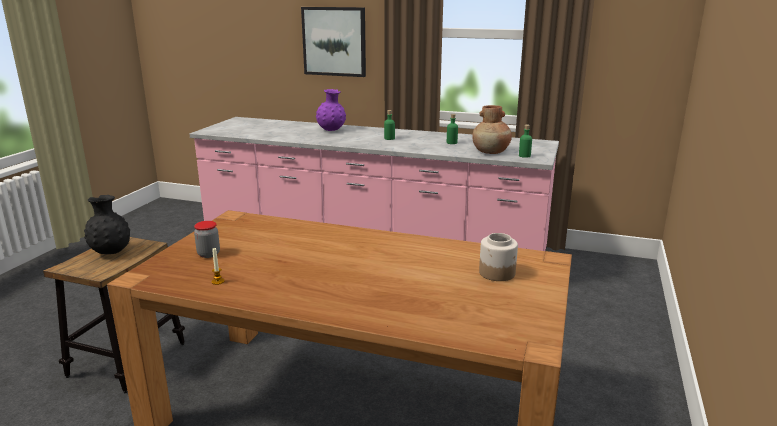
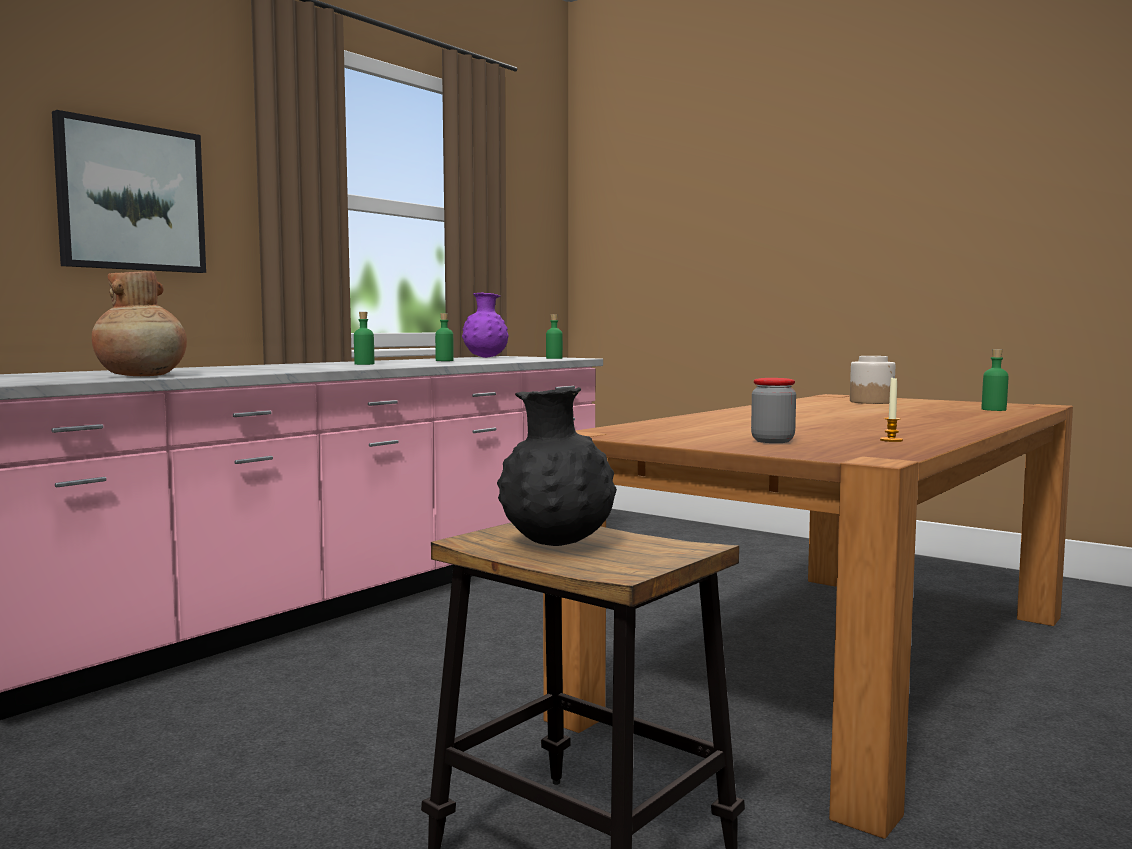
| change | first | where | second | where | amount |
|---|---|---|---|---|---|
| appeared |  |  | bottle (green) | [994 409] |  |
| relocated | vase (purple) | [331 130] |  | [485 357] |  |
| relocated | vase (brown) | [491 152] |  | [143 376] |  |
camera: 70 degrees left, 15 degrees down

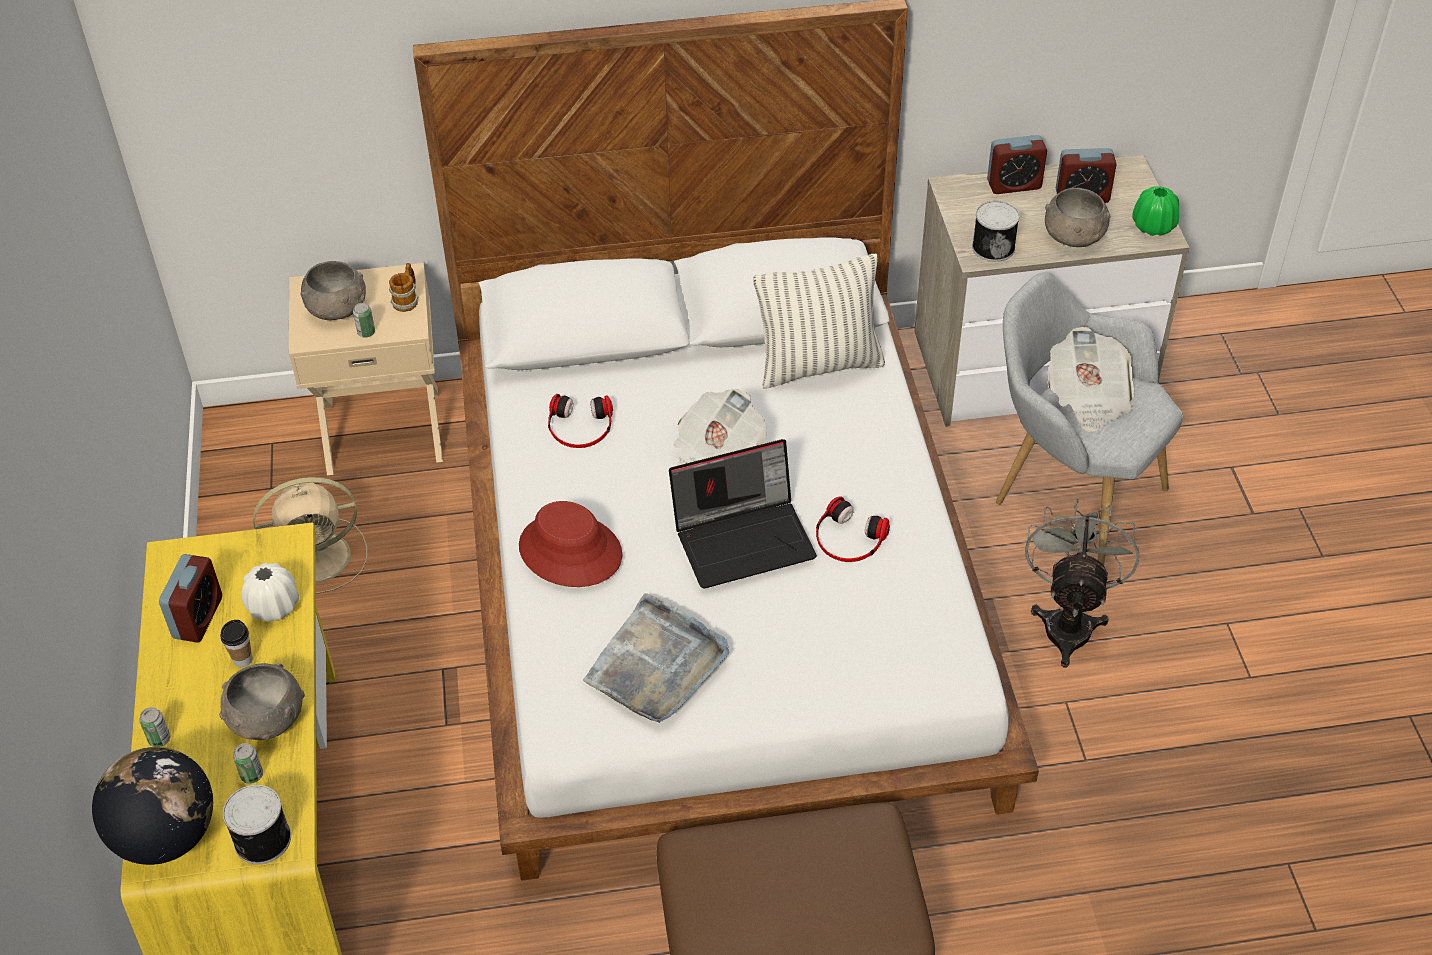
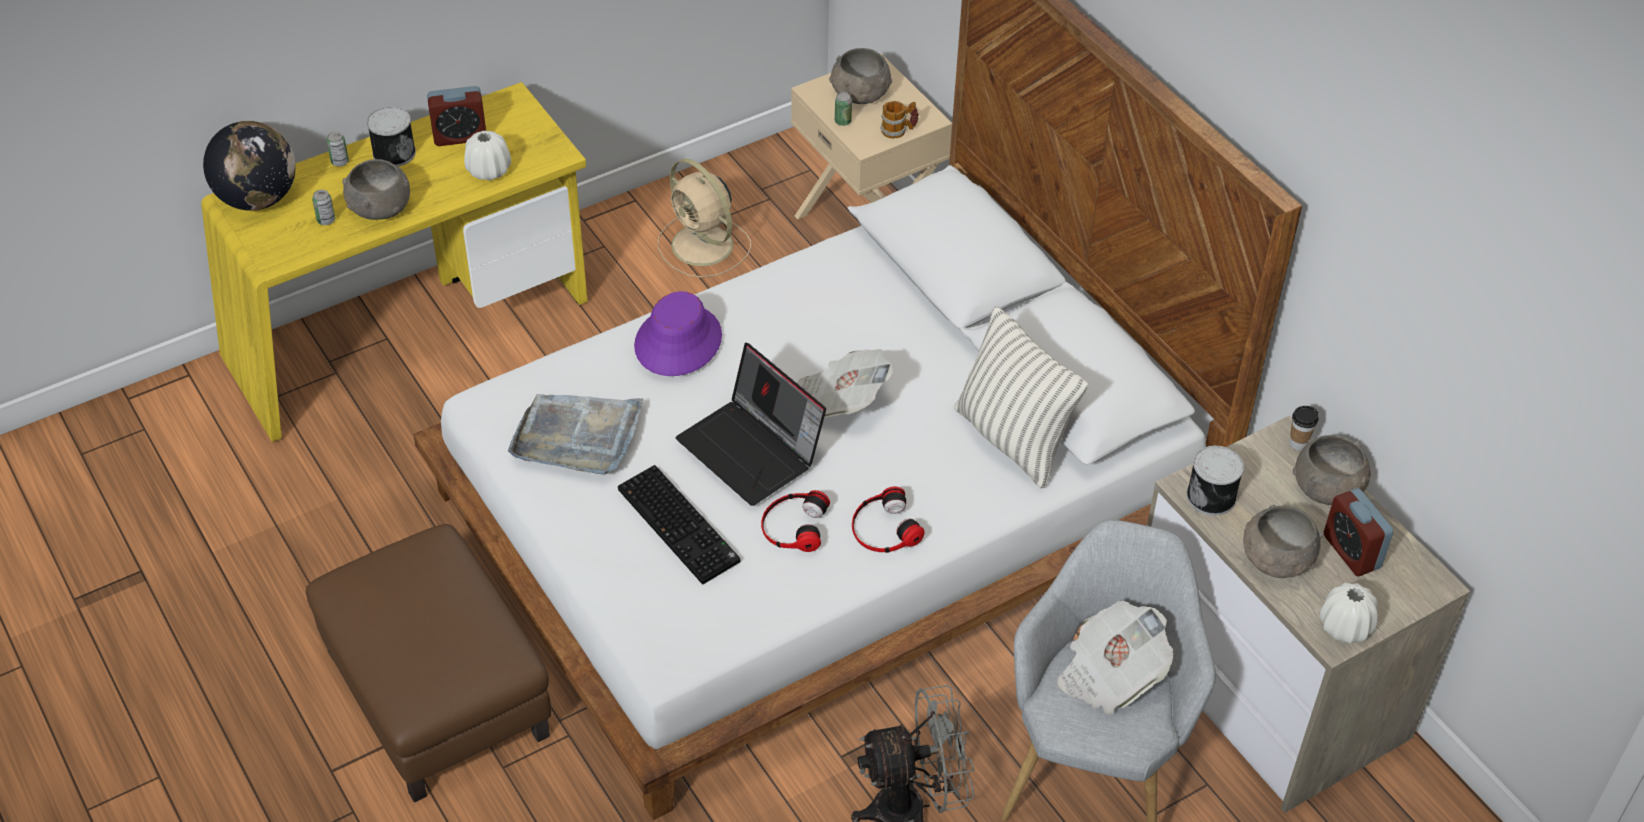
| change | first | where | second | where | amount |
|---|---|---|---|---|---|
| appeared |  |  | keyboard | [681 525] |  |
| relocated | cup | [243 659] |  | [1298 443] |  |
| relocated | can | [261 840] |  | [393 152] |  |
| relocated | headphones | [580 427] |  | [884 528] |  |
| exchanged | alarm clock | [1014 185] | bowl (grey) | [1328 488] |  |
| colour | hat (red) | [570 551] | hat (purple) | [677 341] |  |
| colour | vase (green) | [1153 226] | vase (white) | [1345 627] |  |
camera: 65 degrees right, 0 degrees up

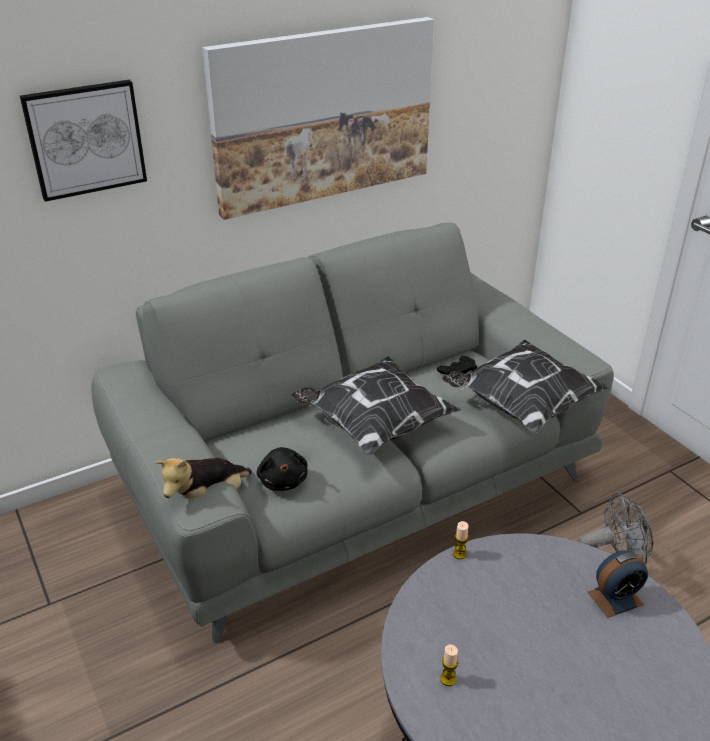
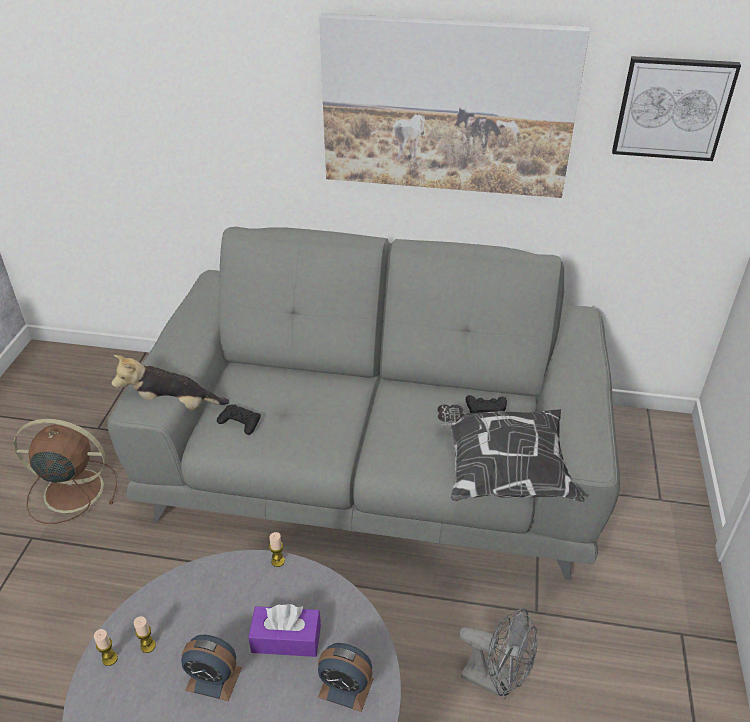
| change | first | where | second | where | amount |
|---|---|---|---|---|---|
| missing | pillow | [374 425] |  |  |  |
| appeared |  |  | fan (brown) | [71 490] |  |
| appeared |  |  | candle | [110 659] |  |
| appeared |  |  | alarm clock | [213 678] |  |
| appeared |  |  | tissue box (purple) | [286 639] |  |
| relocated | picture | [85 139] |  | [672 108] |  |
| exchanged | plush toy (black) | [283 480] | game controller (black) | [240 422] |  |
camera: 40 degrees right, 5 degrees up

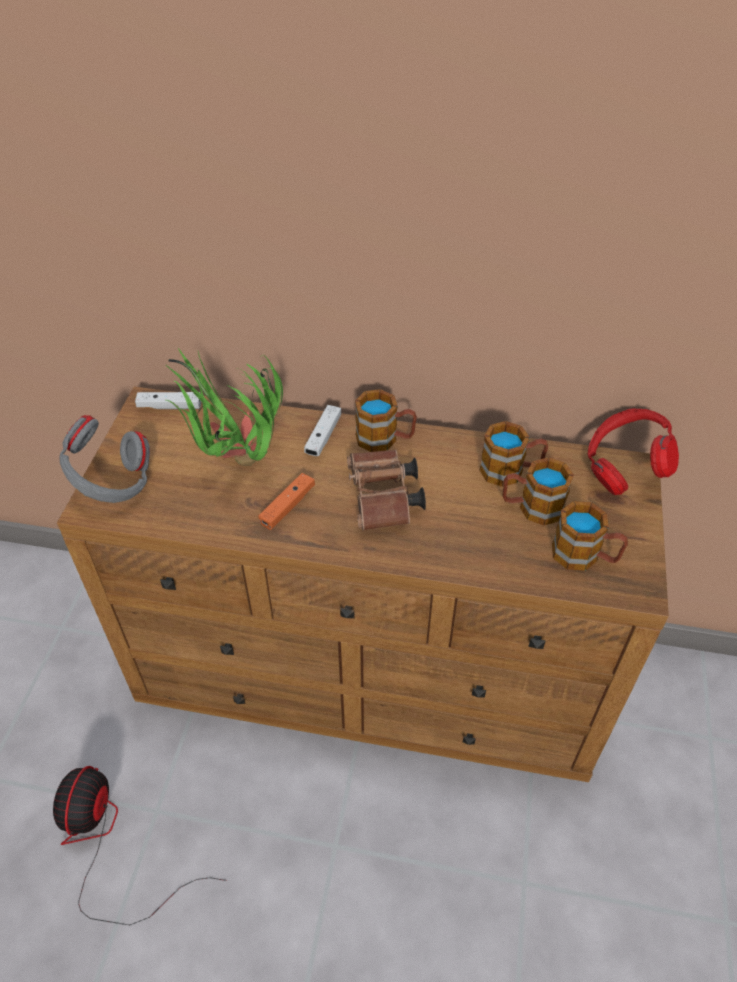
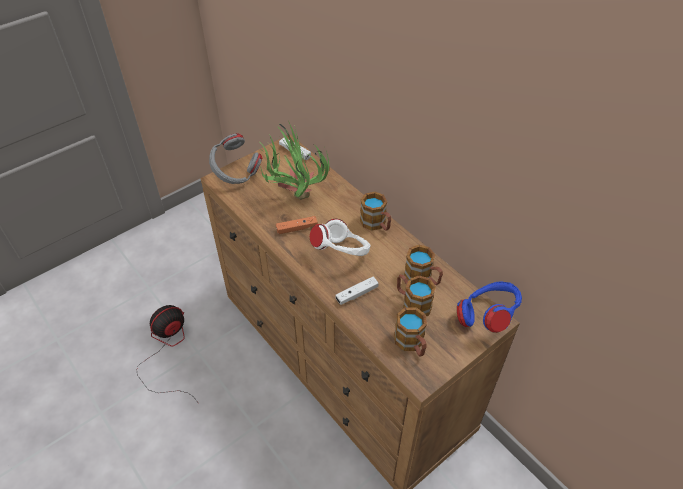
| change | first | where | second | where | amount |
|---|---|---|---|---|---|
| relocated | game controller (white) | [323 436] |  | [357 294] |  |
| exchanged | binoculars (brown) | [383 501] | headphones (white) | [342 253] |  |
| colour | headphones (red) | [623 470] | headphones (blue) | [486 317] |  |
camera: 40 degrees right, 0 degrees up

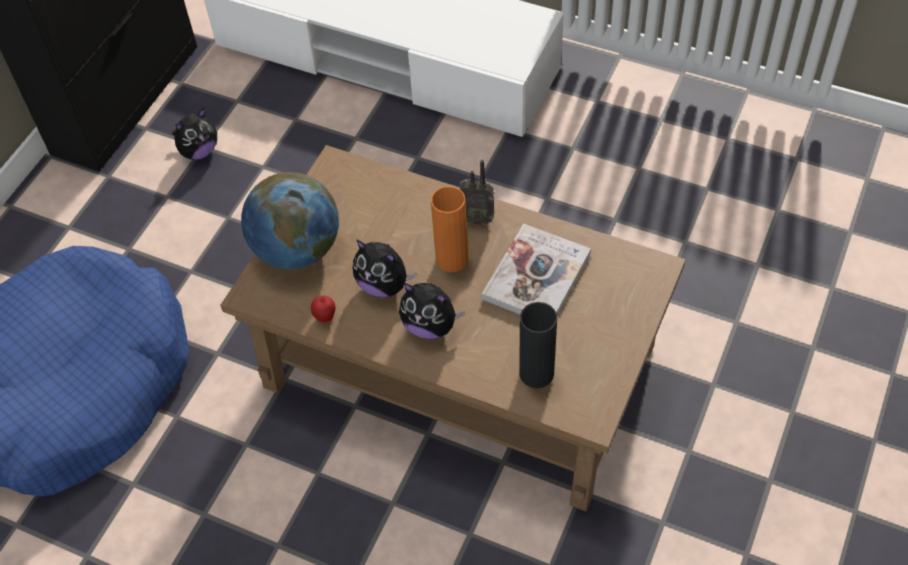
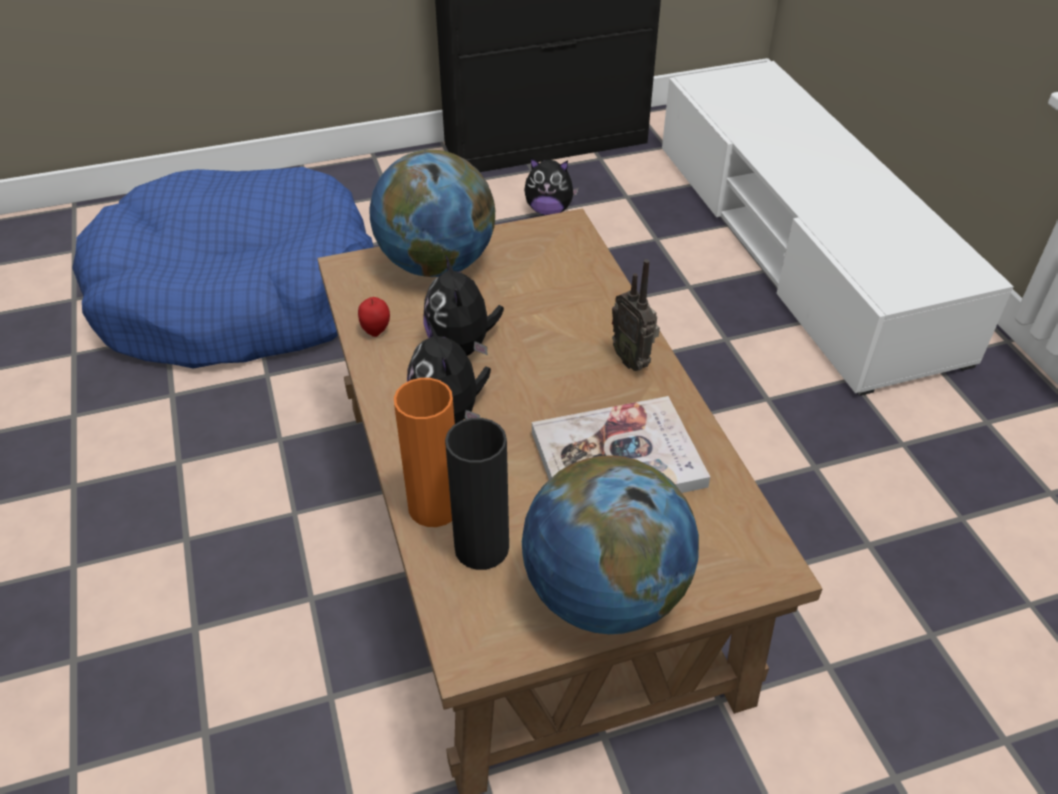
| change | first | where | second | where | amount |
|---|---|---|---|---|---|
| appeared |  |  | globe | [604 594] |  |
| relocated | vase (orange) | [452 259] |  | [434 506] |  |
camera: 45 degrees right, 10 degrees down

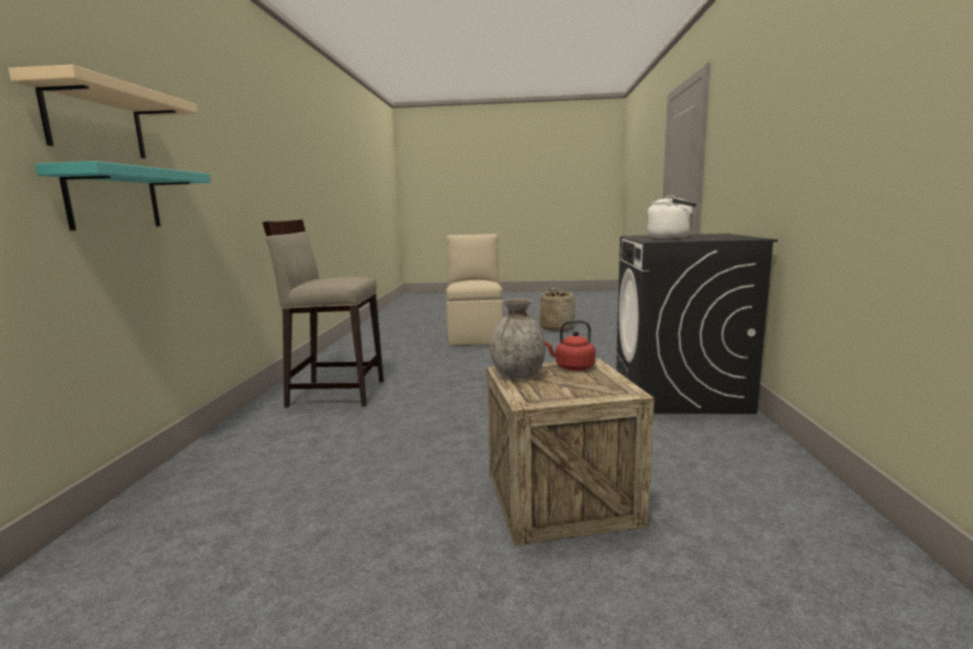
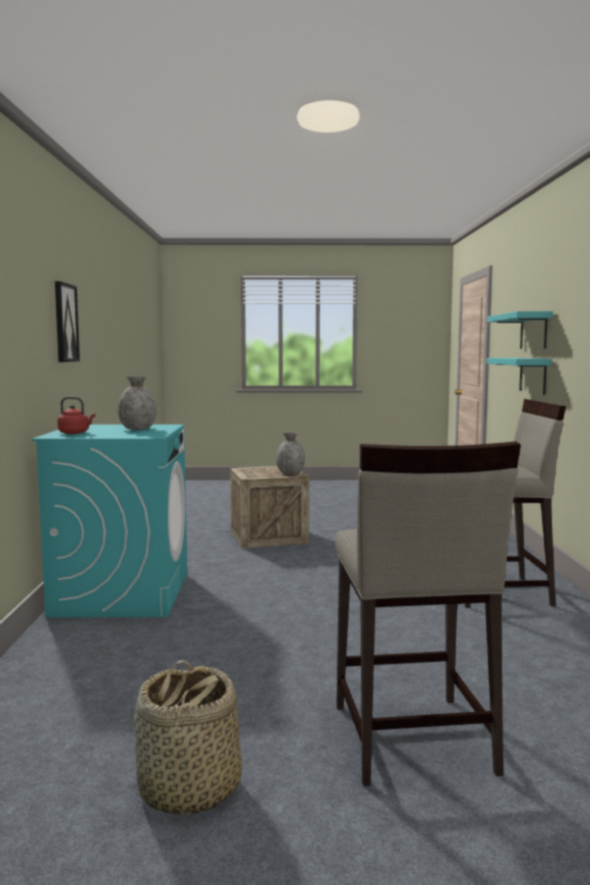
| change | first | where | second | where | amount |
|---|---|---|---|---|---|
| appeared |  |  | picture | [65 323] |  |
| relocated | kettle (red) | [572 367] |  | [75 433] |  |
| exchanged | chair (beige) | [475 336] | stool (beige) | [411 739] |  |
| exchanged | kettle (white) | [672 238] | vase (grey) | [137 429] |  |
| colour | shelf (beige) | [95 121] | shelf (turquoise) | [533 331] |  |
| colour | washing machine (black) | [679 392] | washing machine (turquoise) | [122 594] |  |
camera: 175 degrees right, 5 degrees down

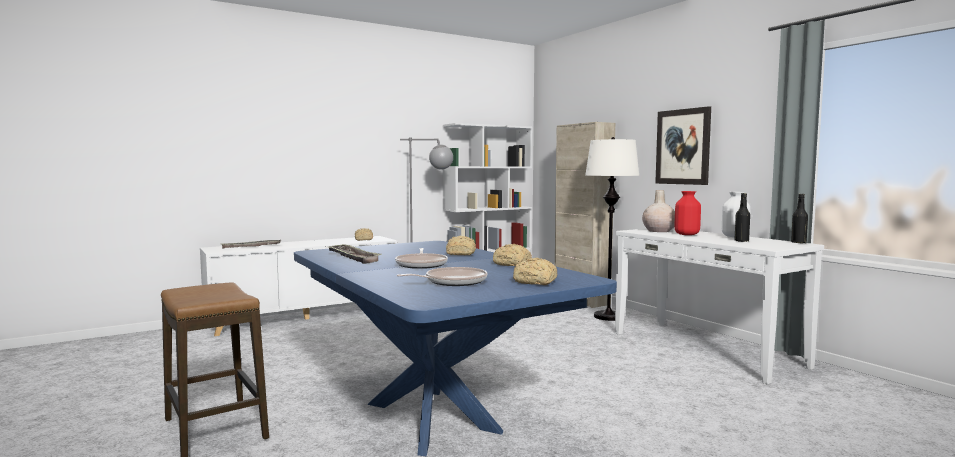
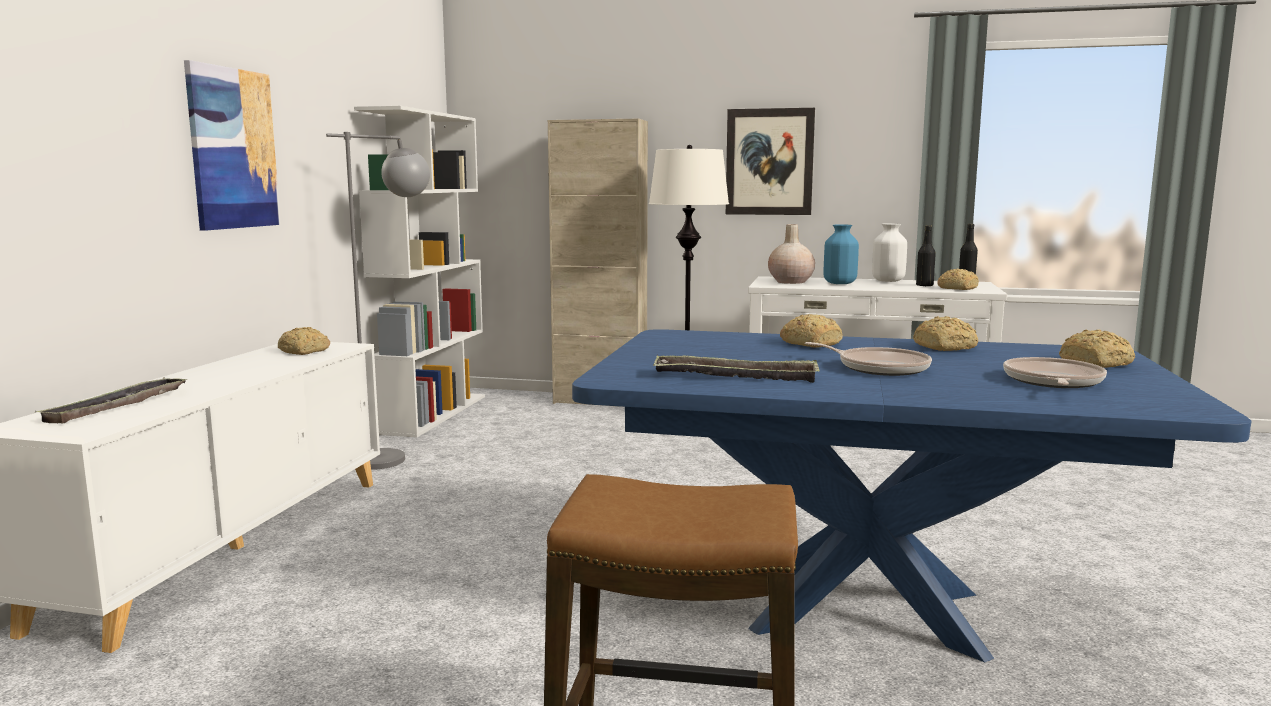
| change | first | where | second | where | amount |
|---|---|---|---|---|---|
| appeared |  |  | picture | [233 149] |  |
| appeared |  |  | bread | [957 288] |  |
| colour | vase (red) | [686 234] | vase (blue) | [839 283] |  |
camera: 45 degrees left, 5 degrees up

